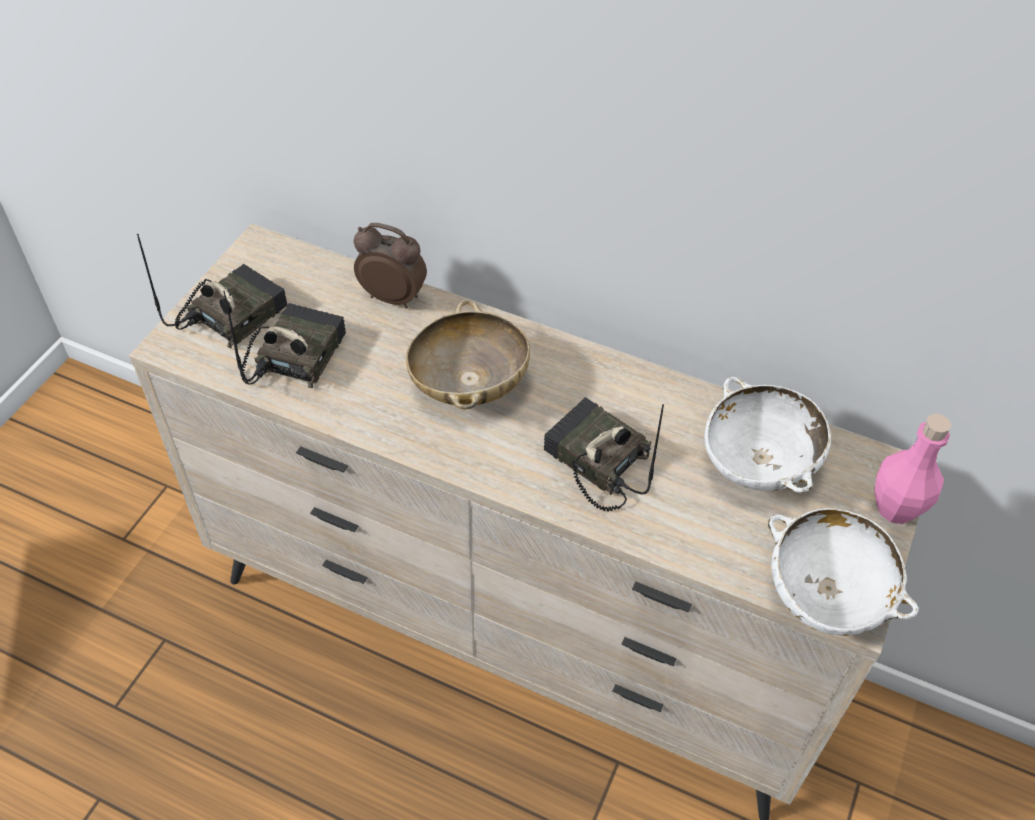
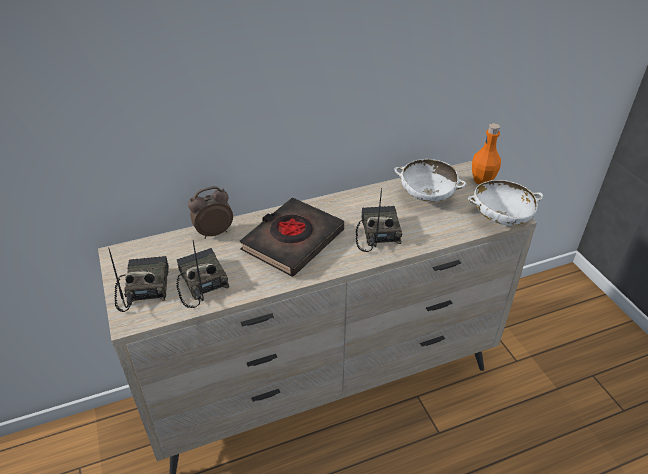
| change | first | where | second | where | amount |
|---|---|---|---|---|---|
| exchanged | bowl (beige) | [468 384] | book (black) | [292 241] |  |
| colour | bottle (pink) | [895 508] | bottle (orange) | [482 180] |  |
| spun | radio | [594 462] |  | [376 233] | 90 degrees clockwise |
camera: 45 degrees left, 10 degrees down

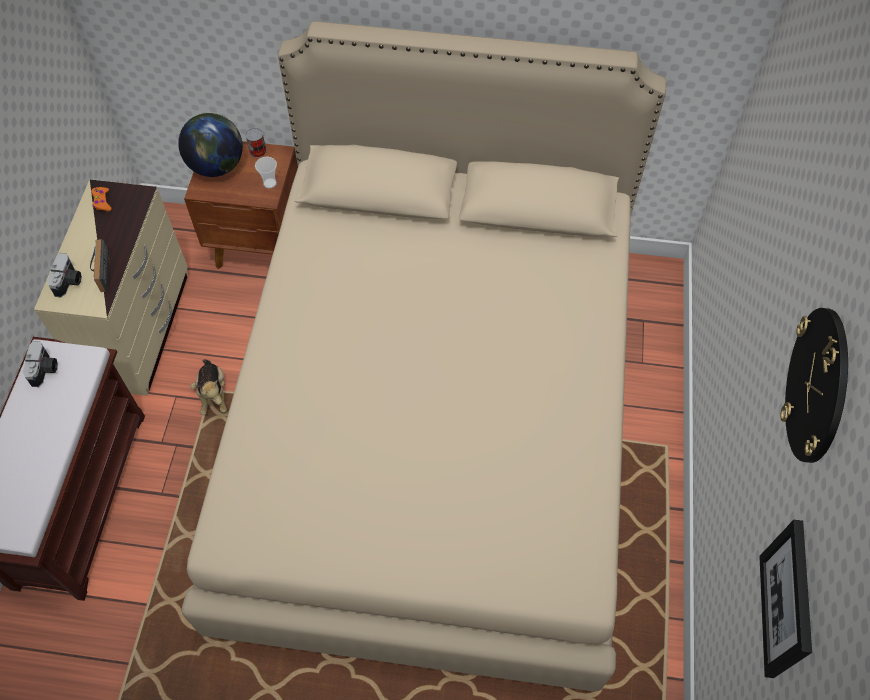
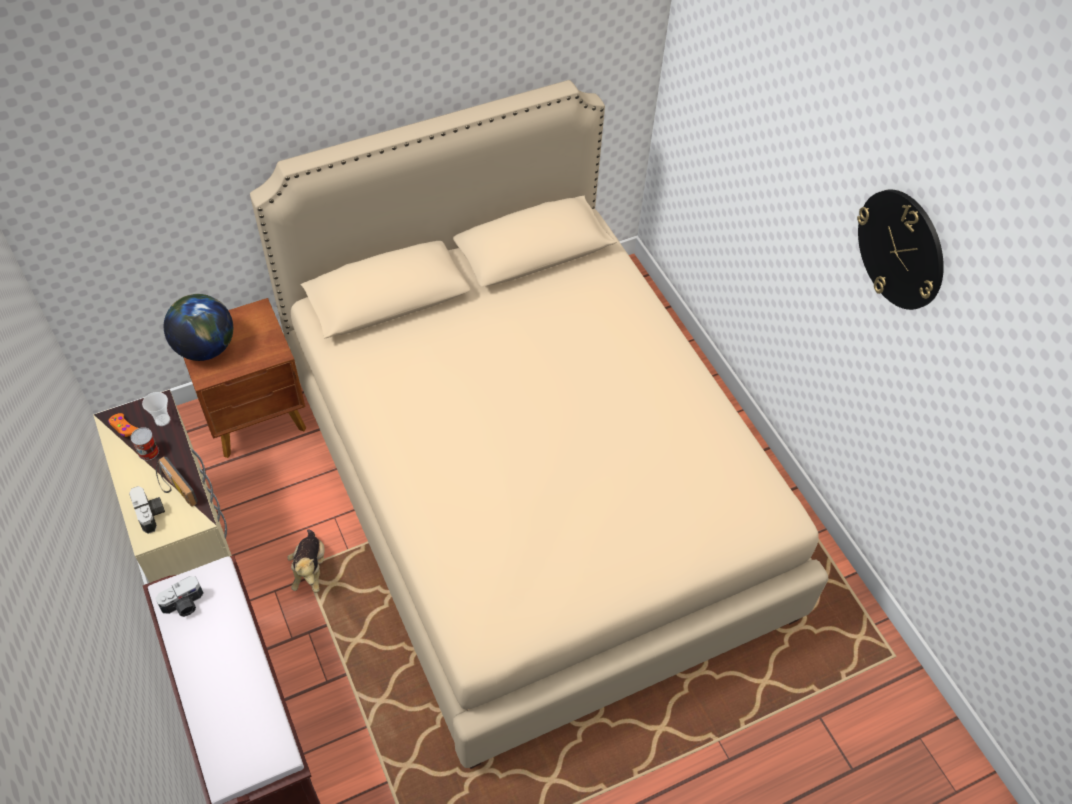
| change | first | where | second | where | amount |
|---|---|---|---|---|---|
| missing | picture | [788 600] |  |  |  |
| relocated | can | [258 151] |  | [148 451] |  |
| relocated | cup | [270 183] |  | [162 420] |  |
| spun | photo camera | [45 369] |  | [184 605] | 90 degrees clockwise |
| spun | plush toy | [213 394] |  | [310 569] | 45 degrees clockwise |
camera: 35 degrees left, 5 degrees down

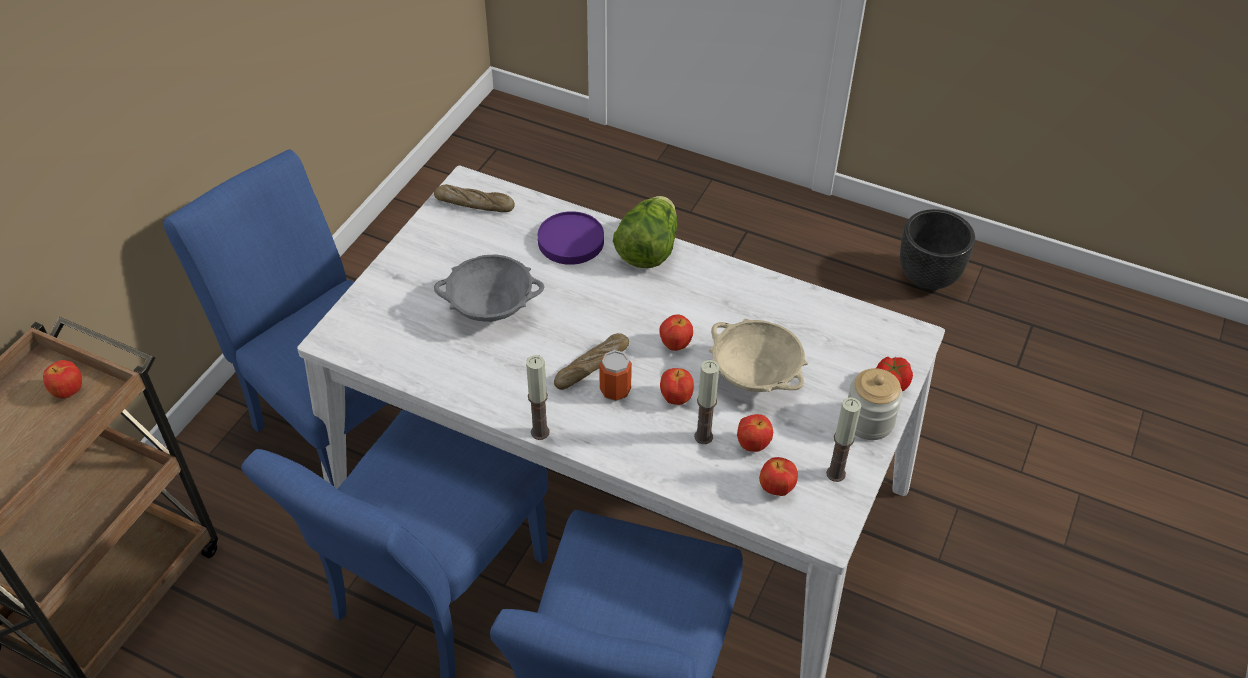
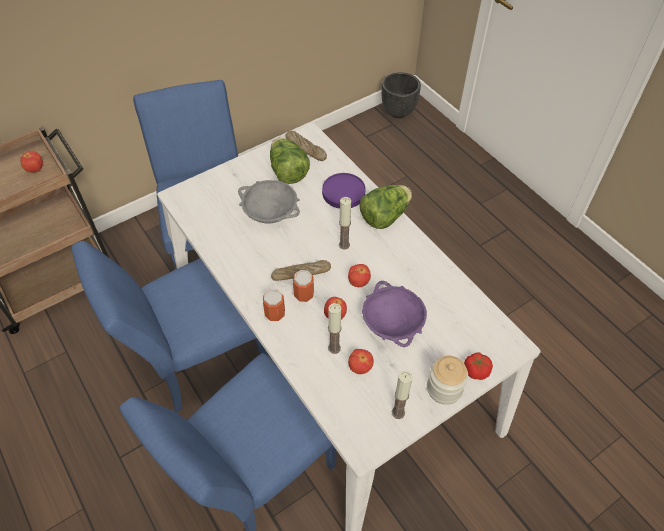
| change | first | where | second | where | amount |
|---|---|---|---|---|---|
| missing | apple | [776 489] |  |  |  |
| appeared |  |  | can | [275 313] |  |
| appeared |  |  | lettuce | [287 172] |  |
| relocated | candle | [540 432] |  | [344 245] |  |
| relocated | planter (black) | [928 278] |  | [398 112] |  |
| colour | bowl (beige) | [755 377] | bowl (purple) | [392 325] |  |
camera: 30 degrees right, 5 degrees up

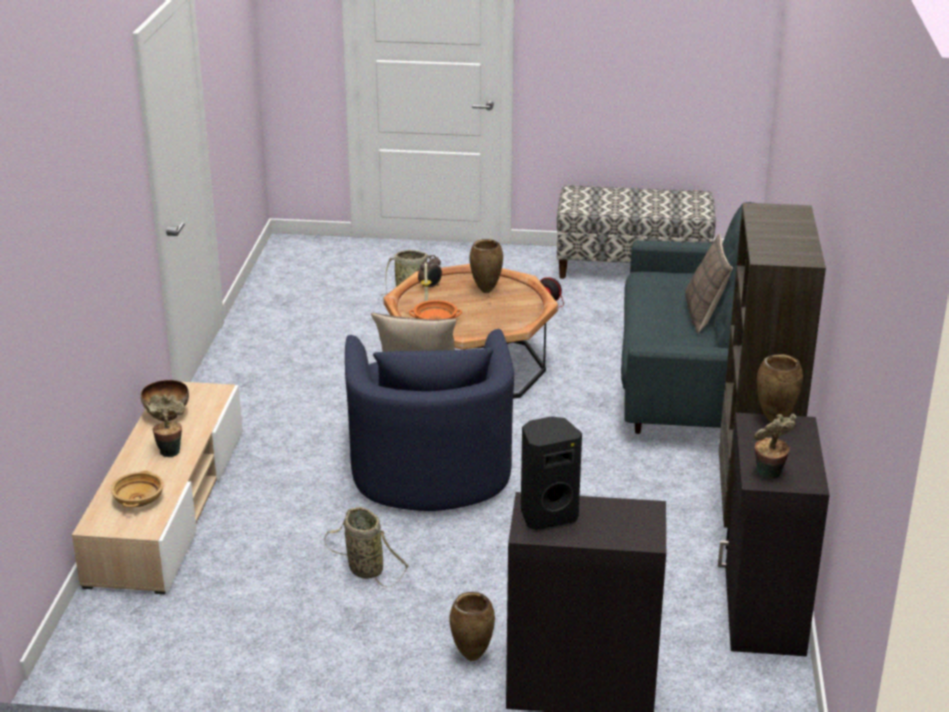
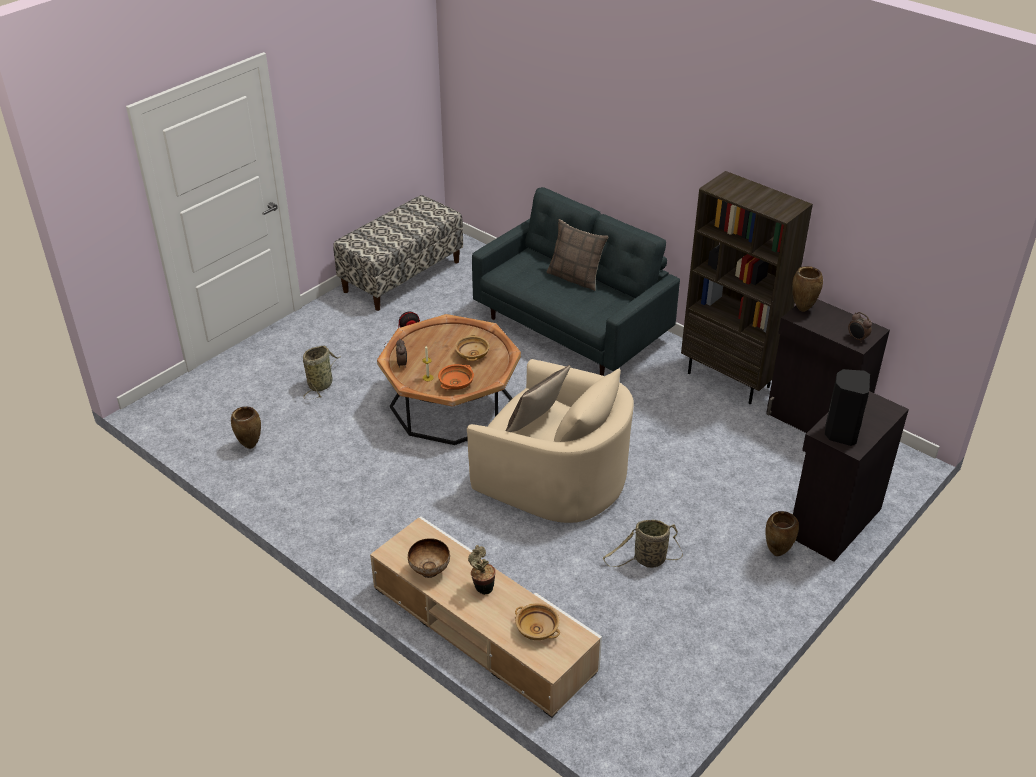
| change | first | where | second | where | amount |
|---|---|---|---|---|---|
| appeared |  |  | bowl (beige) | [472 354] |  |
| relocated | vase (brown) | [485 291] |  | [250 447] |  |
| exchanged | potted plant | [769 475] | alarm clock | [857 339] |  |
| colour | armchair (blue) | [429 465] | armchair (beige) | [554 477] |  |
camera: 55 degrees left, 10 degrees up

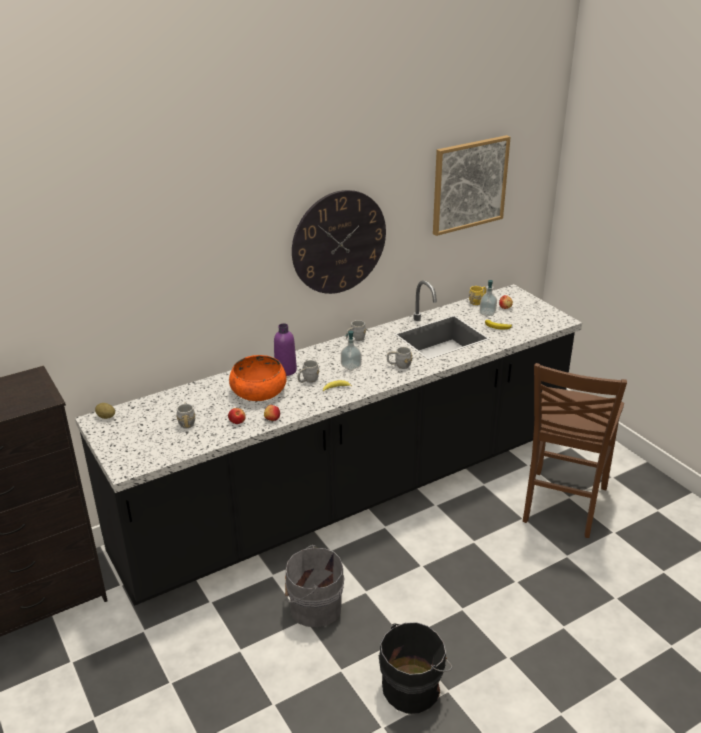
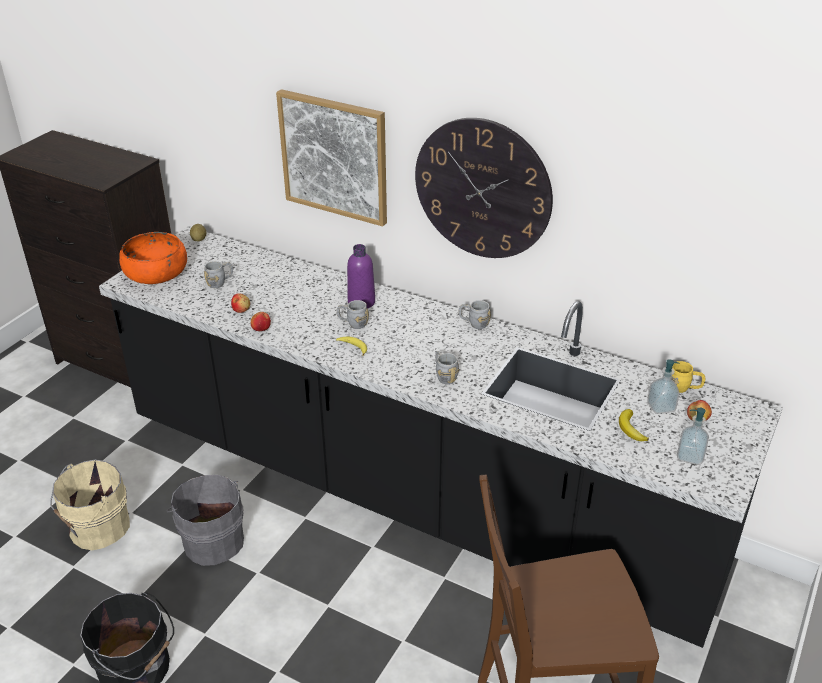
| change | first | where | second | where | amount |
|---|---|---|---|---|---|
| appeared |  |  | bucket (beige) | [96 528] |  |
| relocated | bowl (orange) | [258 391] |  | [156 273] |  |
| relocated | soap dispenser | [351 366] |  | [690 456] |  |
| relocated | picture | [469 184] |  | [334 156] |  |
camera: 60 degrees right, 5 degrees up

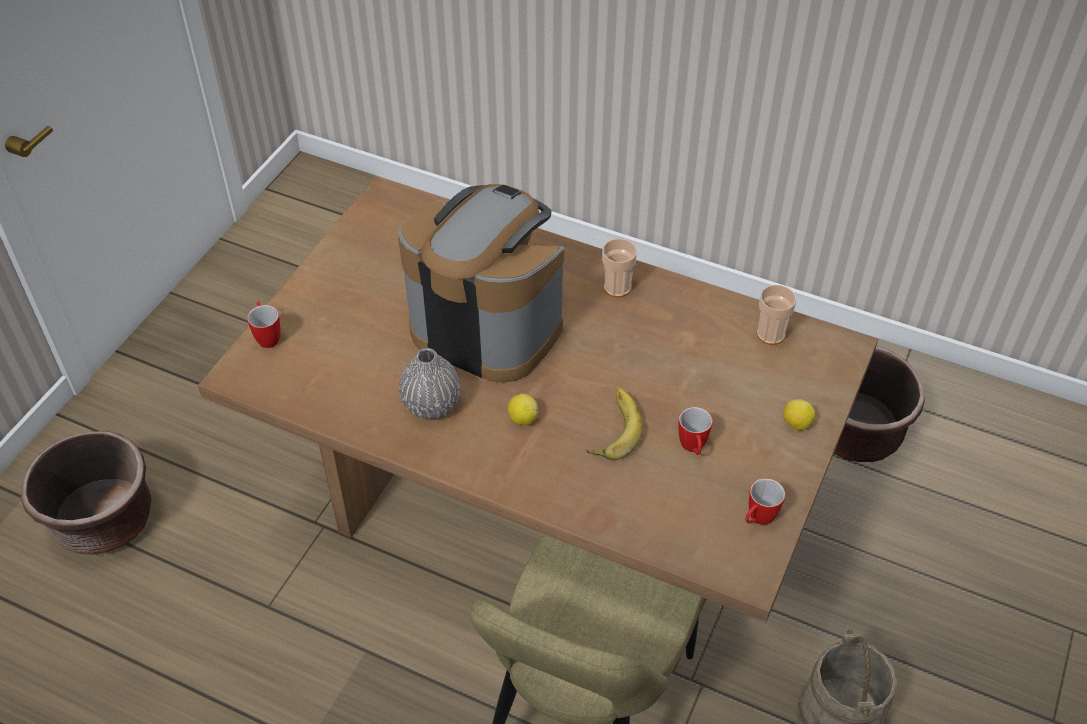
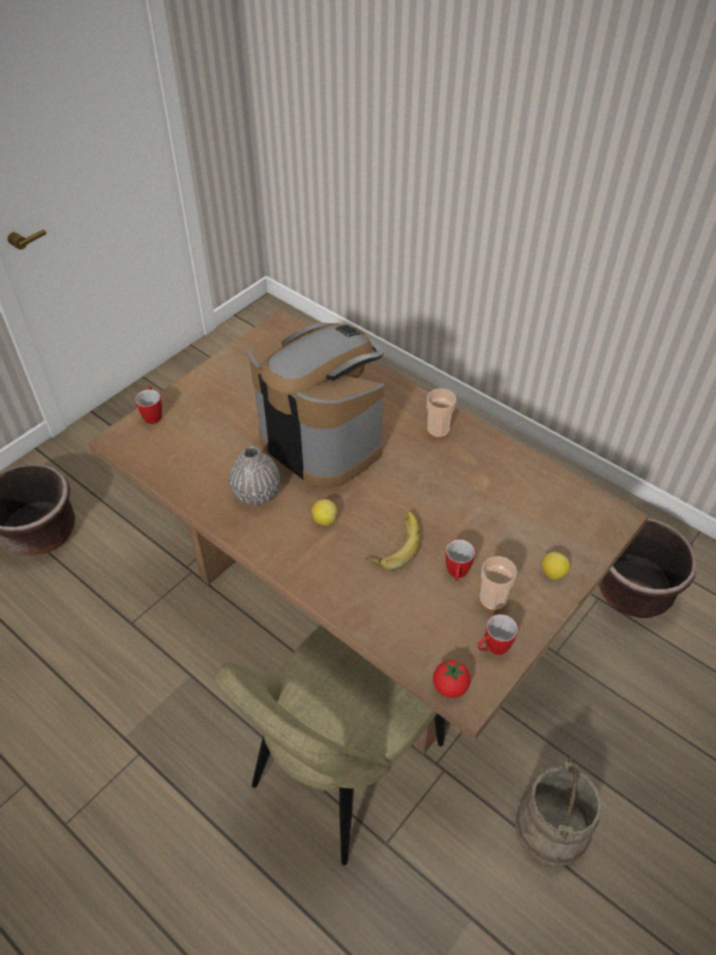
| change | first | where | second | where | amount |
|---|---|---|---|---|---|
| appeared |  |  | tomato | [450 686] |  |
| relocated | cup | [770 334] |  | [493 599] |  |
camera: 15 degrees right, 0 degrees up

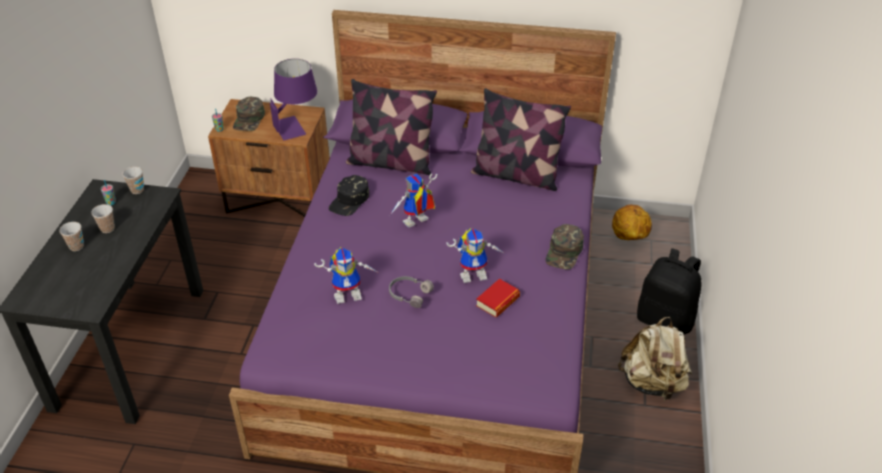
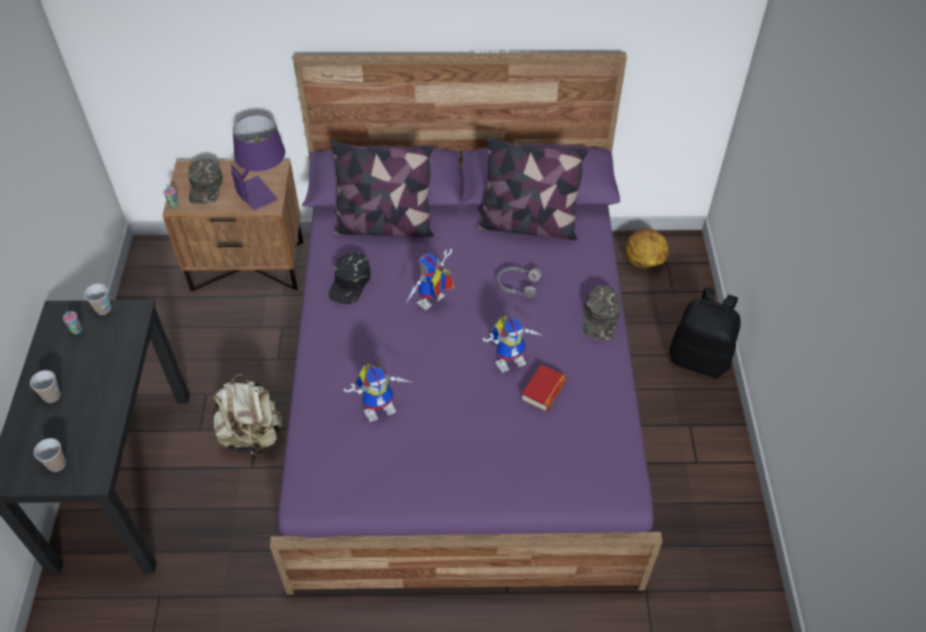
| change | first | where | second | where | amount |
|---|---|---|---|---|---|
| relocated | cup | [107 228] |  | [57 464] |  |
| relocated | headphones (grey) | [409 294] |  | [518 284] |  |
| relocated | backpack (beige) | [652 383] |  | [252 435] |  |
camera: 10 degrees left, 10 degrees up

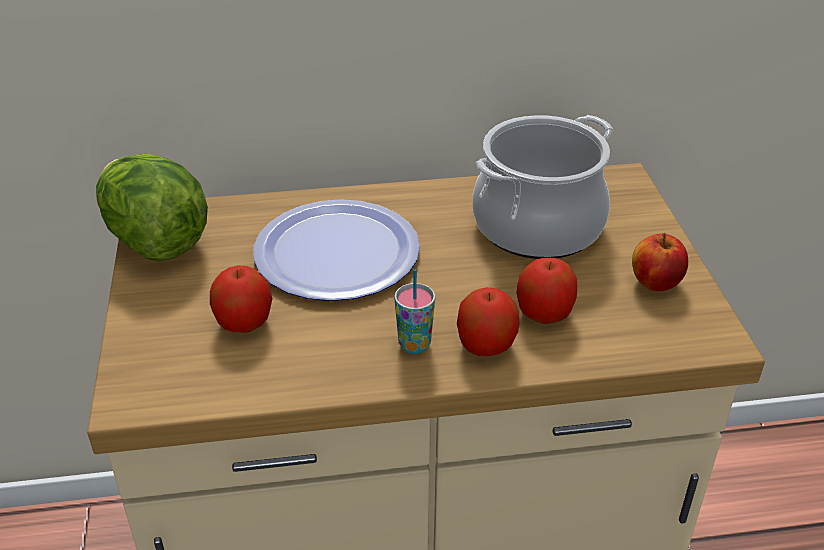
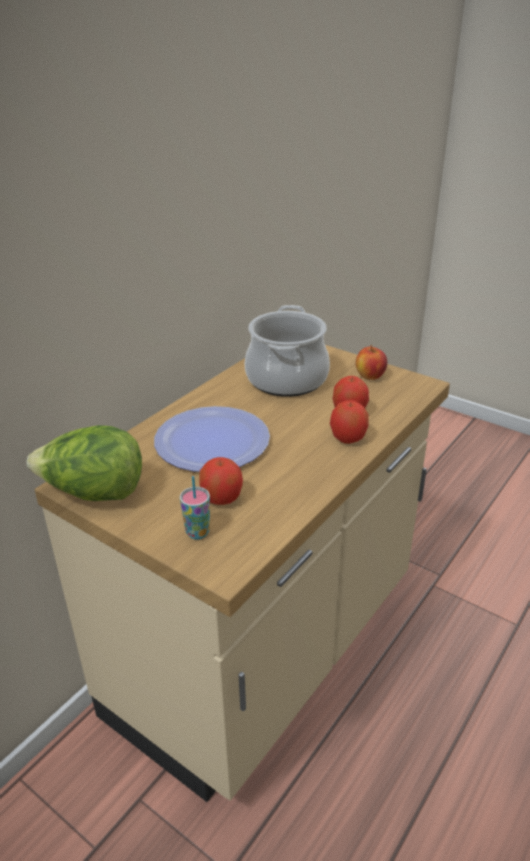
| change | first | where | second | where | amount |
|---|---|---|---|---|---|
| relocated | cup | [414 345] |  | [197 532] |  |
camera: 45 degrees left, 5 degrees down

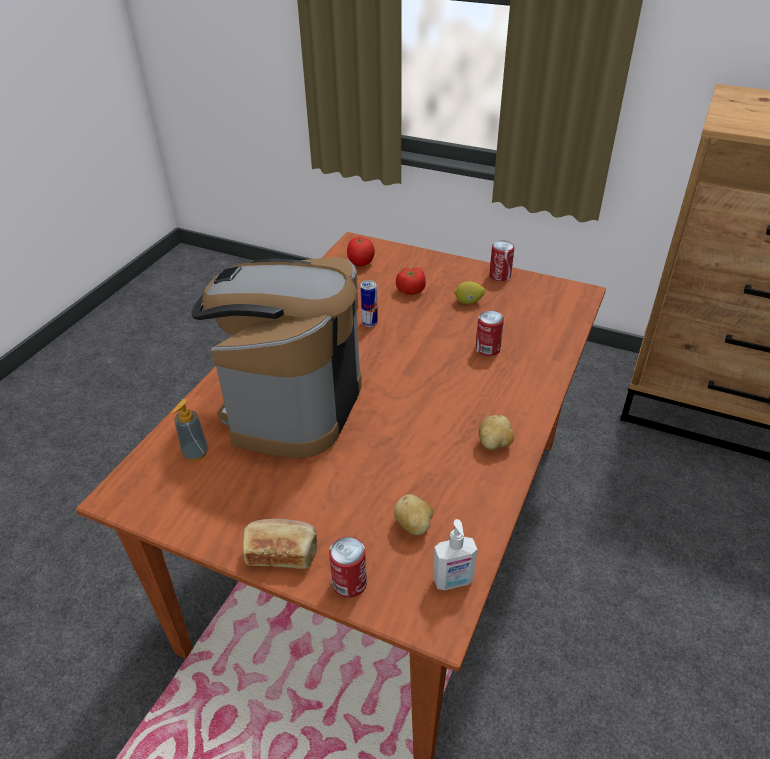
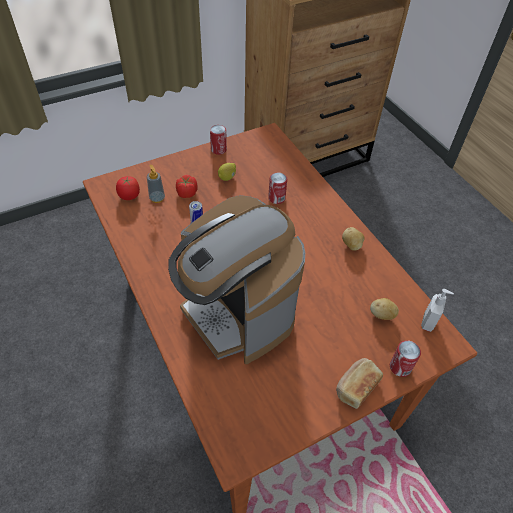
| change | first | where | second | where | amount |
|---|---|---|---|---|---|
| relocated | soap dispenser | [195 453] |  | [157 198] |  |
camera: 55 degrees left, 10 degrees up

